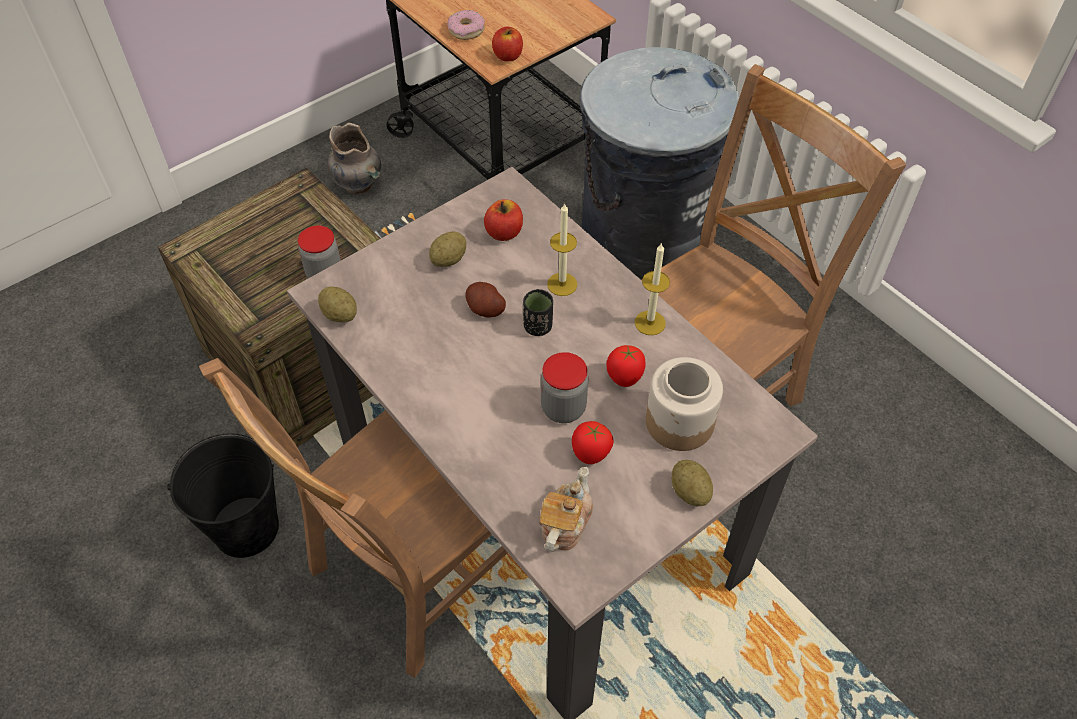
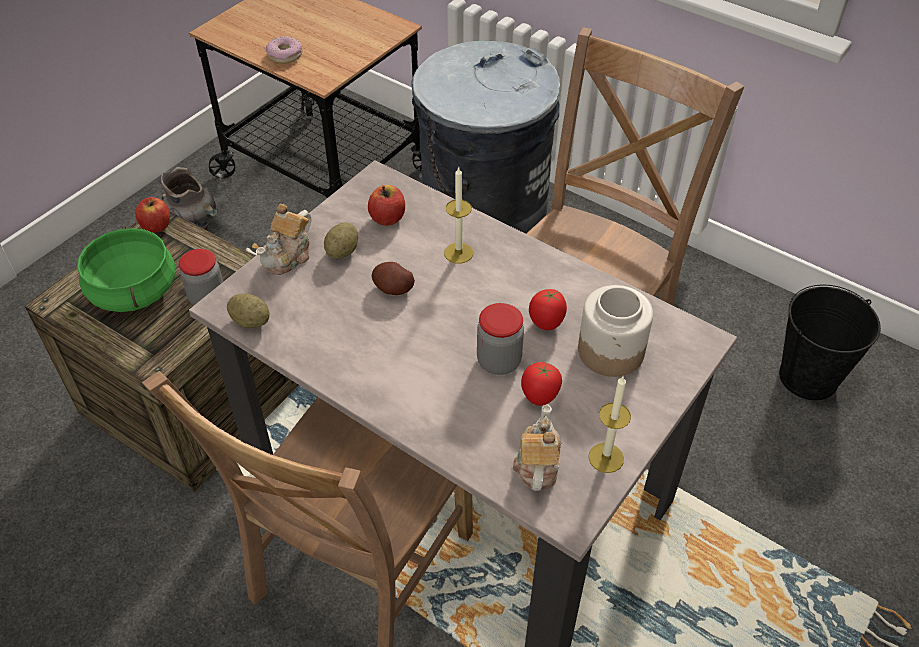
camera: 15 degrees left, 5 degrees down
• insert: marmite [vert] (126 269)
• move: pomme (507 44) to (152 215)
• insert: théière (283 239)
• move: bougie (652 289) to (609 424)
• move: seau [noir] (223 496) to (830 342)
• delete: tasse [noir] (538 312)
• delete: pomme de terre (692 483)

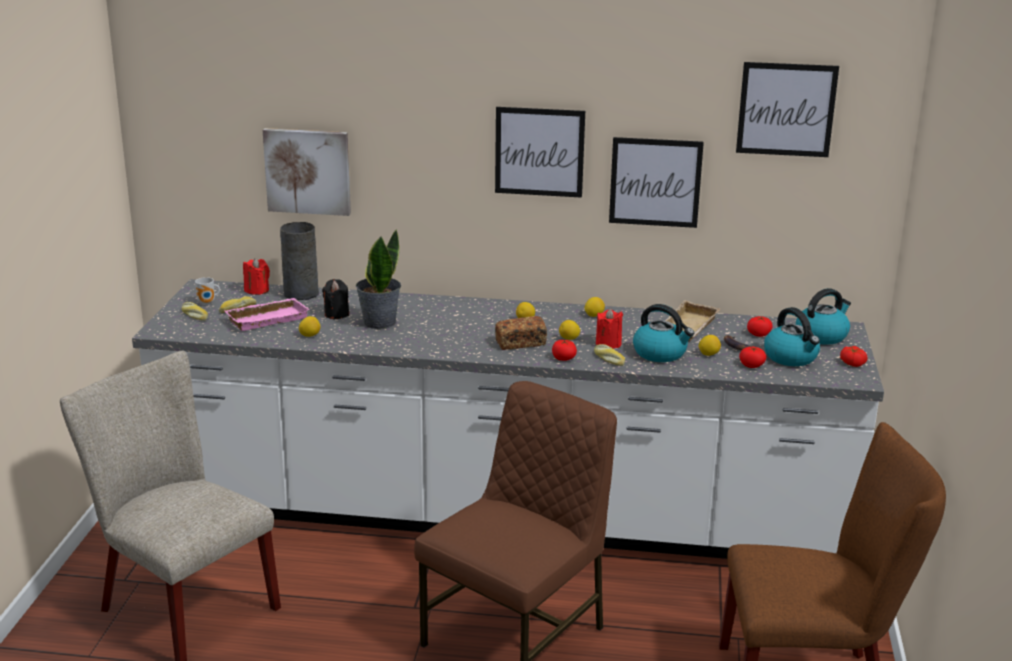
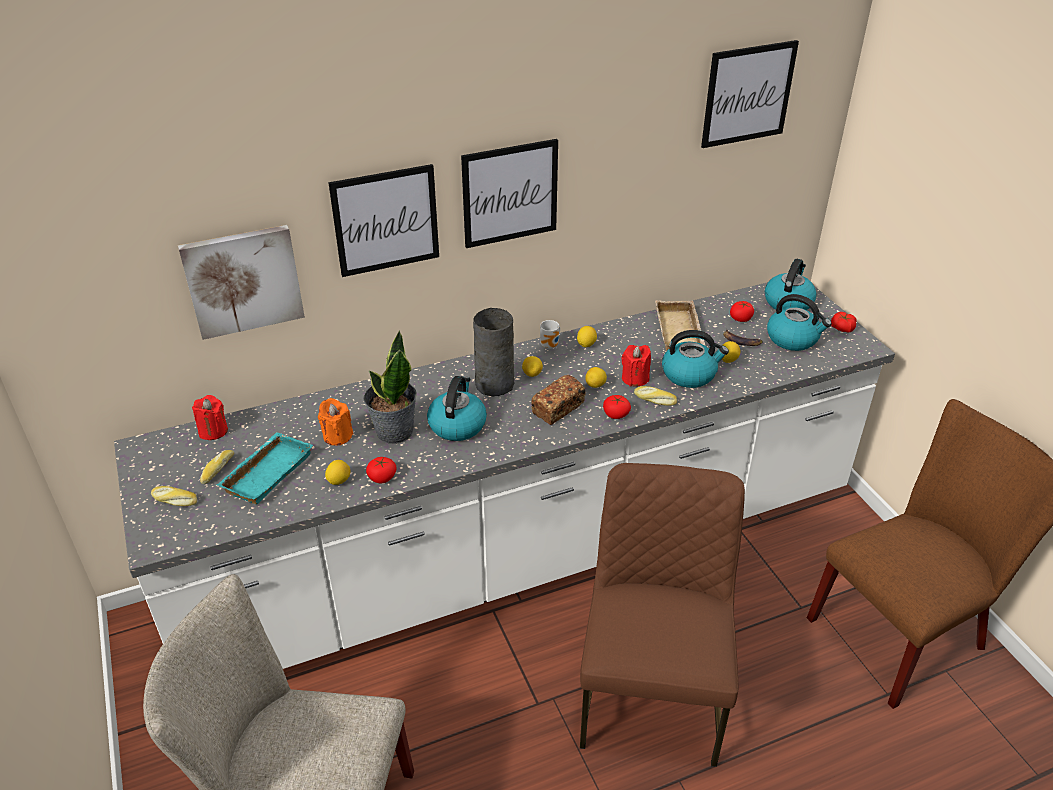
camera: 30 degrees left, 15 degrees up
• recolor: plateau [rose] (267 314) to plateau [turquoise] (265 468)
• recolor: bougie [noir] (335 299) to bougie [orange] (335 422)
• move: tableau (656 182) to (383 220)
• move: tomate (752 357) to (381 470)
• insert: bouilloire (457 408)
• move: vase [gris] (299 261) to (493 352)
• move: mug (207 291) to (550 334)

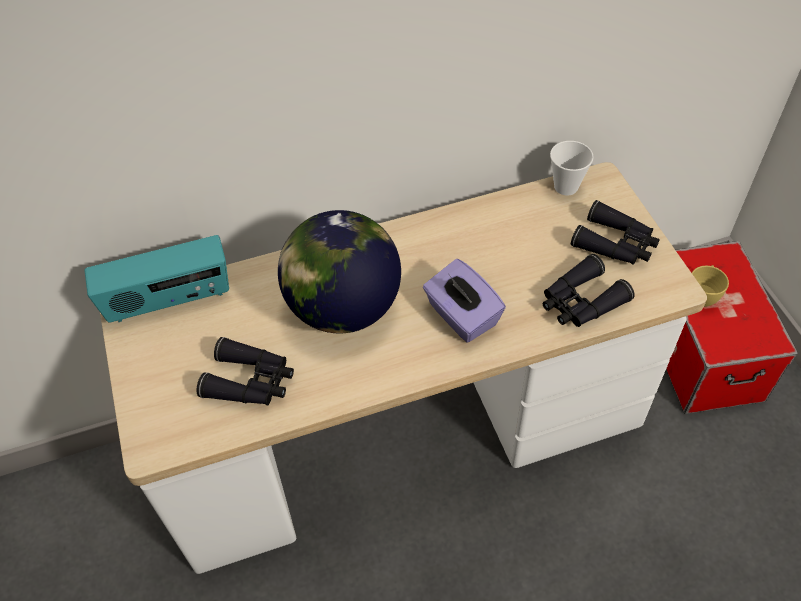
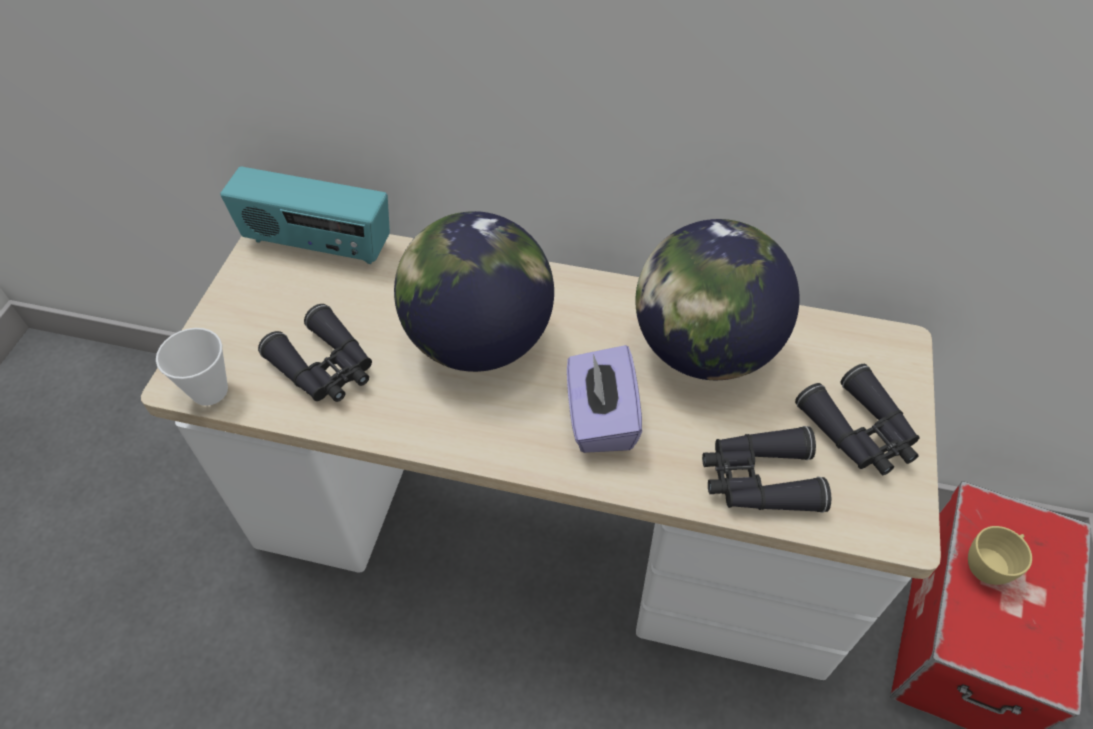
camera: 30 degrees right, 0 degrees up
• move: tasse (572 168) to (192 367)
• insert: globe (717 299)

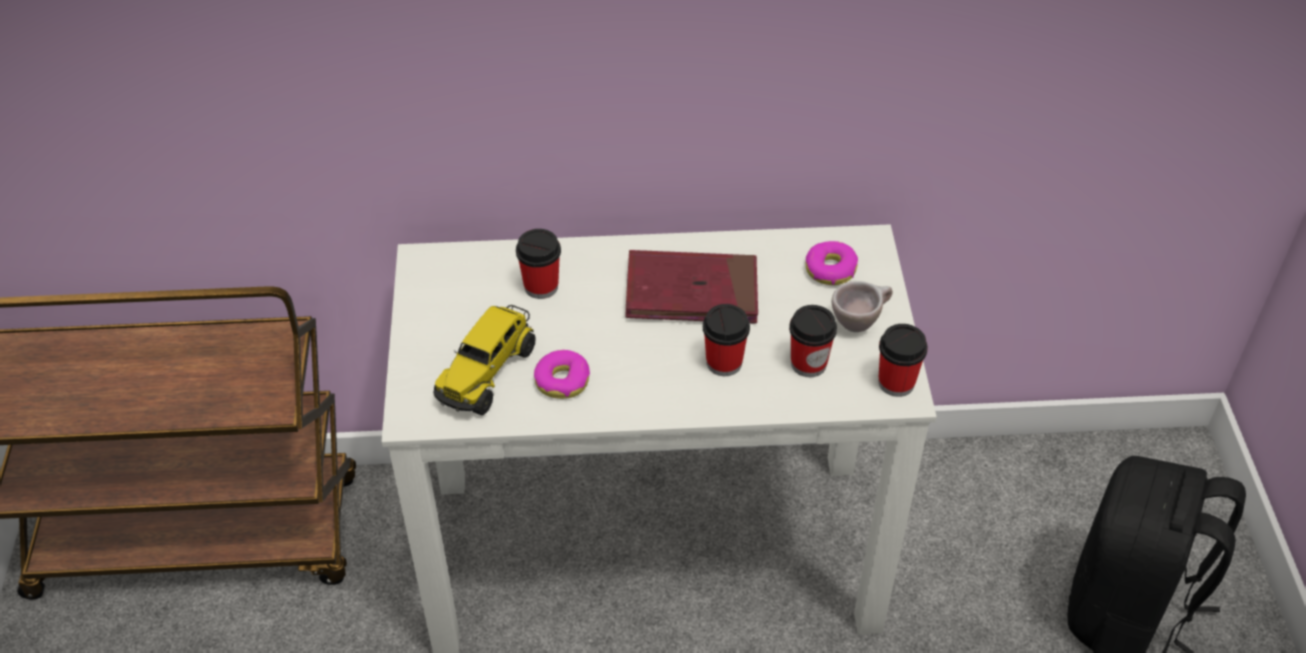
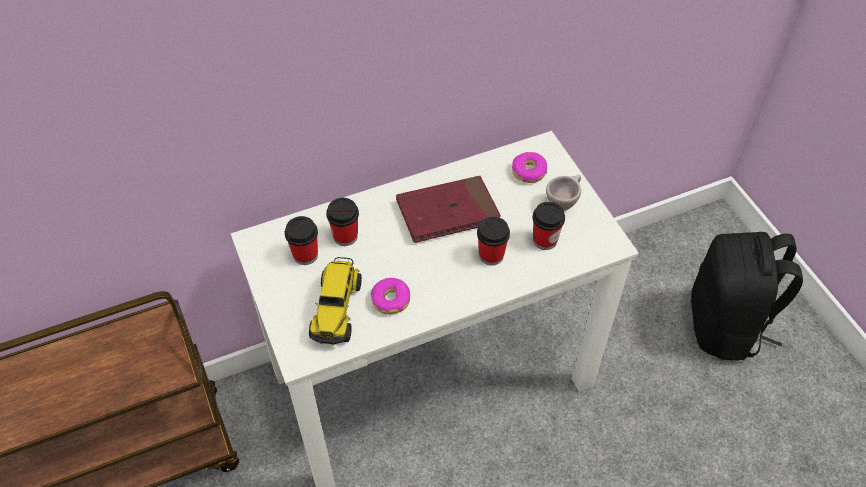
camera: 20 degrees left, 5 degrees up
• move: tasse (903 360) to (301 240)

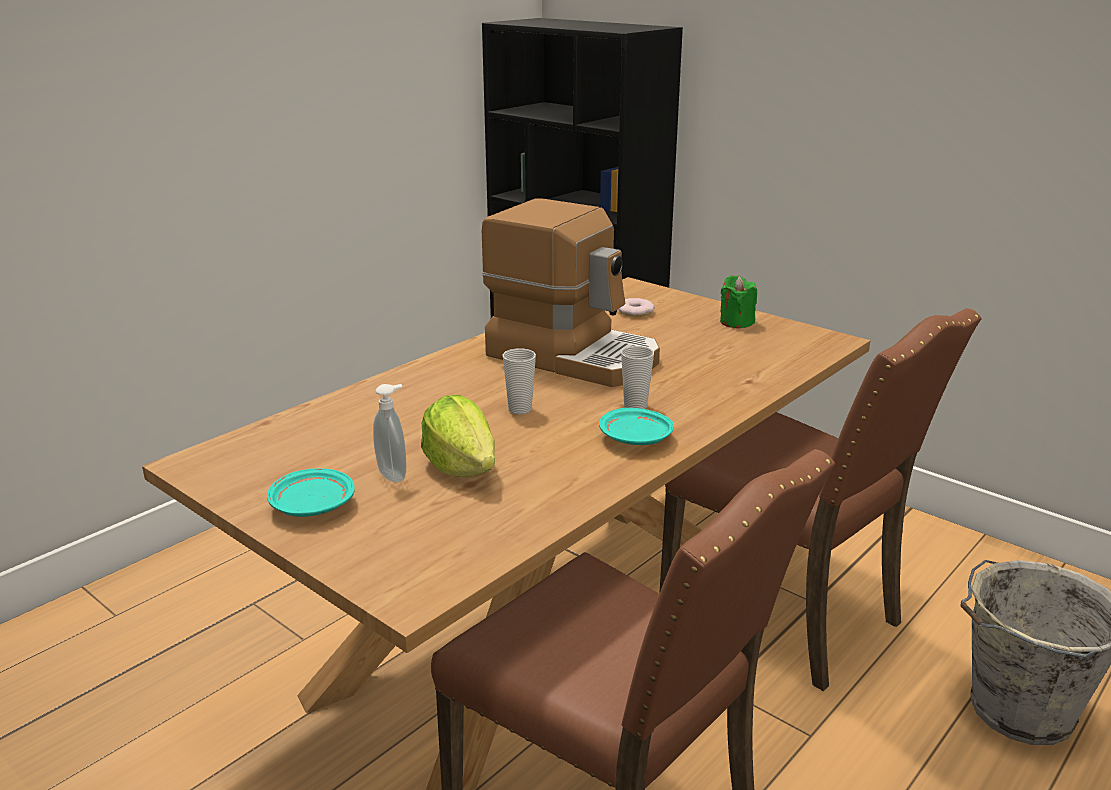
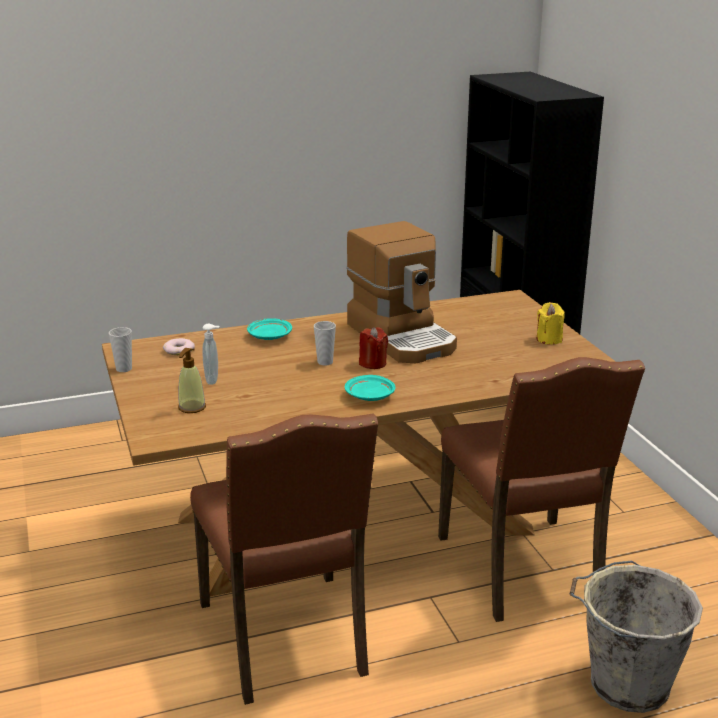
camera: 30 degrees right, 0 degrees up
• move: tasse (637 377) to (120 349)
• move: beignet (636 307) to (179 346)
• insert: distributeur de savon (192 380)
• move: assiette [turquoise] (311 492) to (269 329)
• insert: bougie [rouge] (373 348)
• recolor: bougie [vert] (738 301) to bougie [jaune] (551 323)
• delete: laitue (458 436)

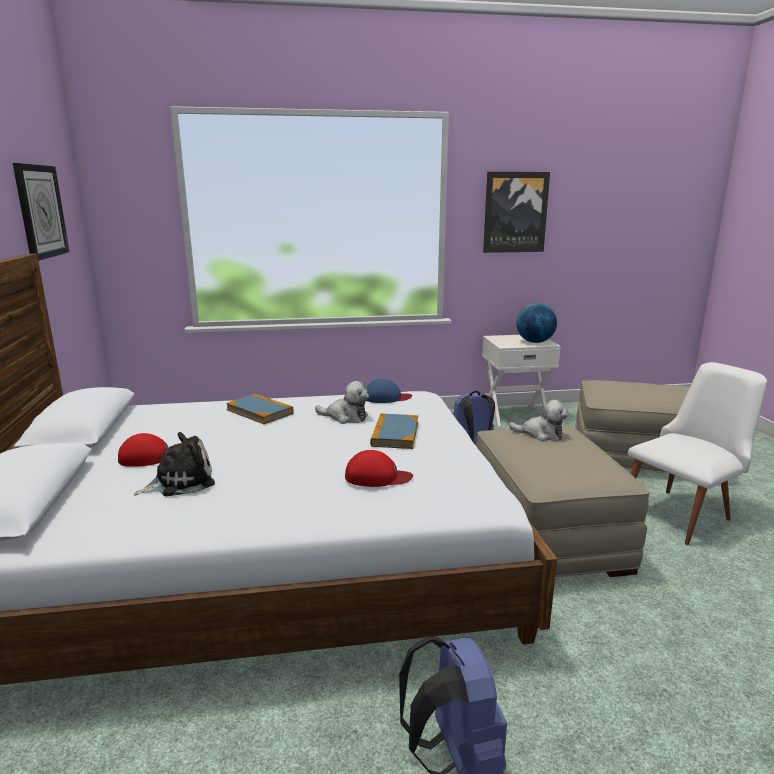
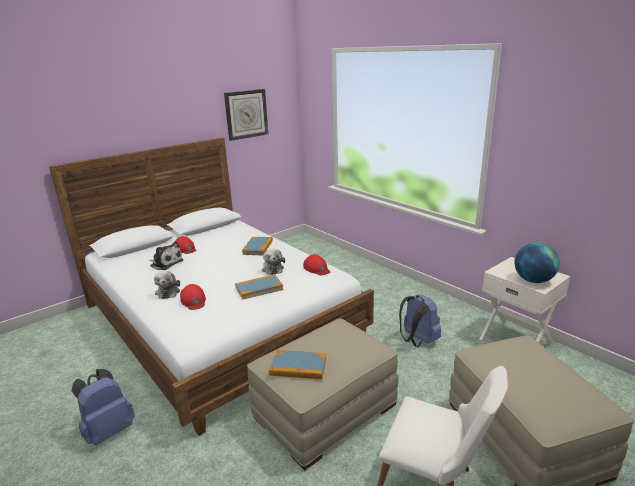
camera: 60 degrees right, 5 degrees up
• move: peluche (538 420) to (167 285)
• insert: livre (297 364)
• recolor: casquette [bleu] (389 390) to casquette [rouge] (316 264)
• delete: tableau (516 212)

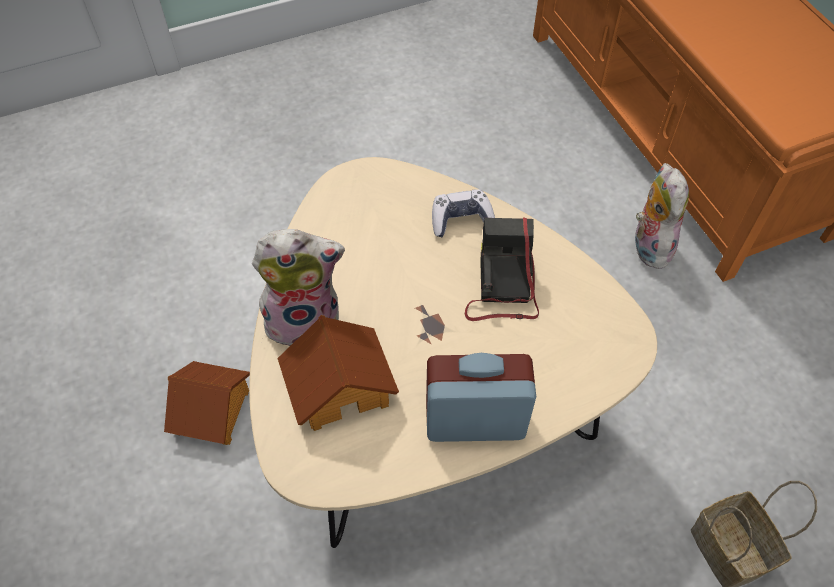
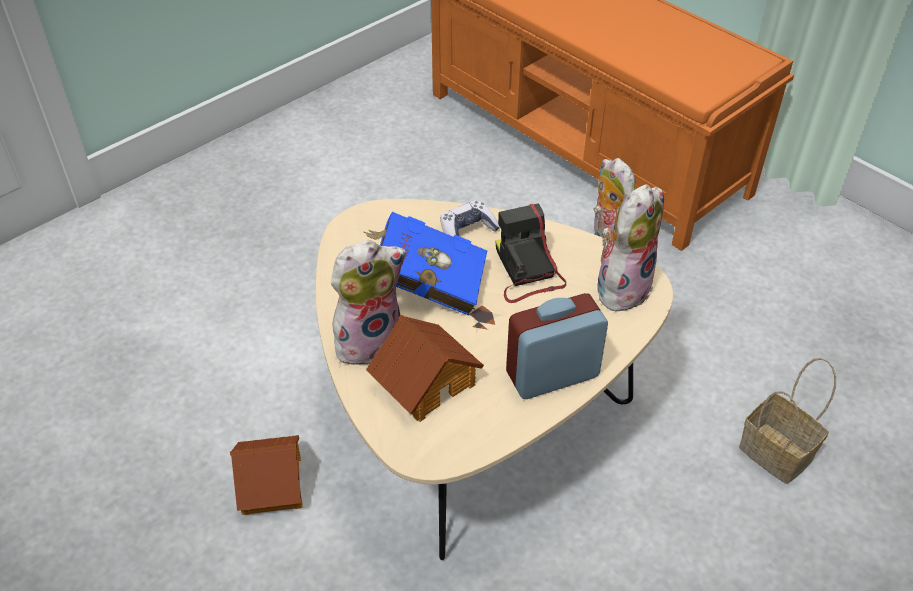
camera: 20 degrees left, 10 degrees down
• insert: livre [bleu] (425 264)
• insert: peluche (630 248)

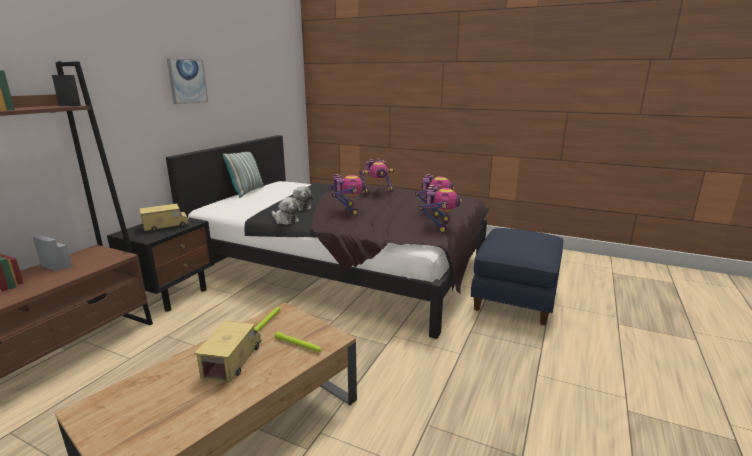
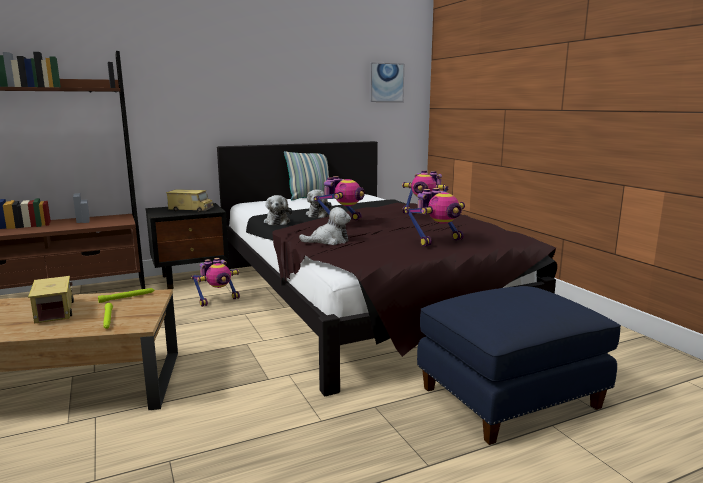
camera: 40 degrees right, 5 degrees down
• rotate: camion jouet (228 351) = (51 300) 75 degrees counterclockwise
• move: robot jouet (440 209) to (215 282)
• insert: peluche (325 226)
• move: tableau (187 81) to (387 82)

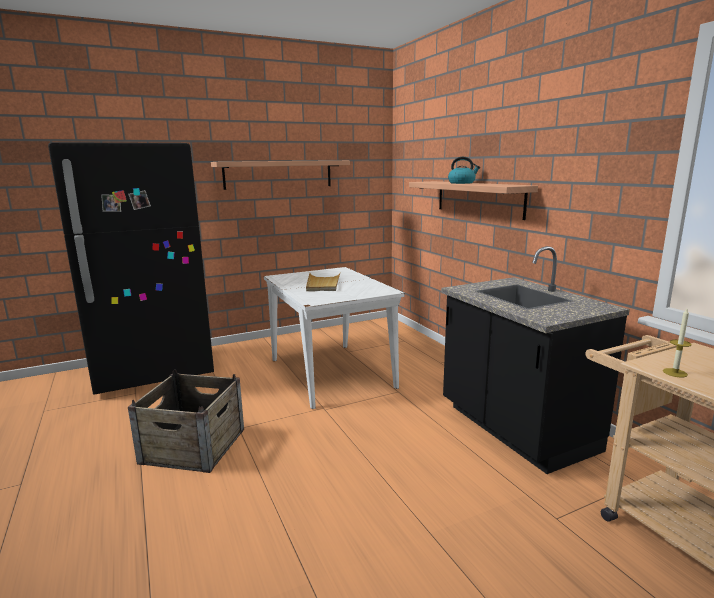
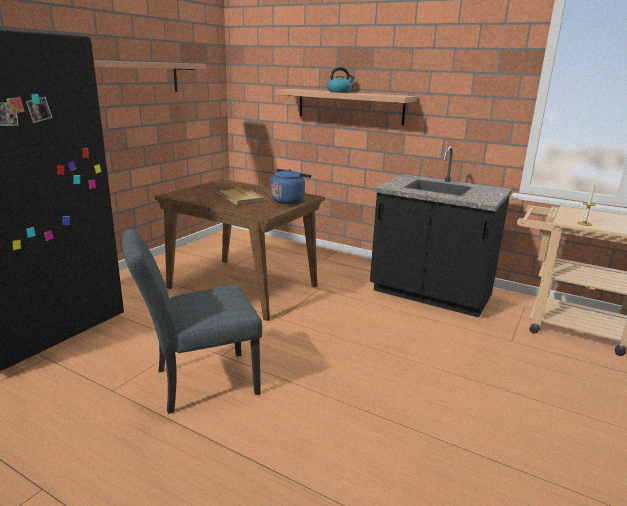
camera: 35 degrees left, 5 degrees up
• replace: caisse (186 421) to chaise [gris] (192 321)
• recolor: table à manger [blanc] (334 338) to table à manger [marron] (240 250)
• insert: bouilloire [bleu] (290 186)

